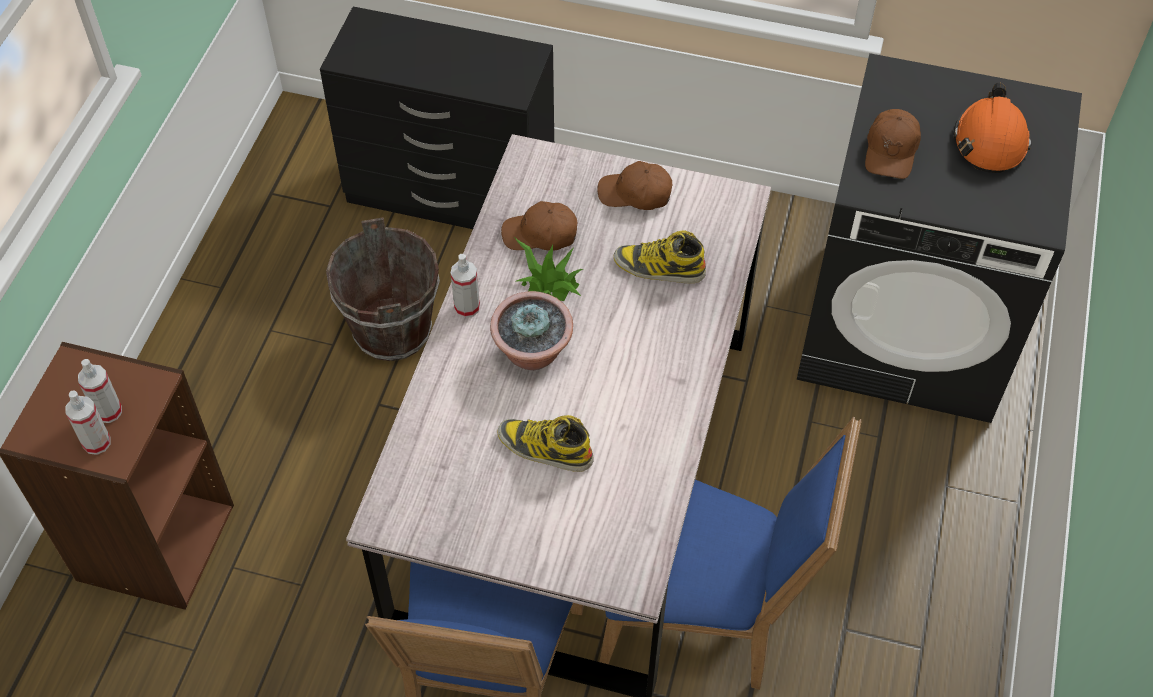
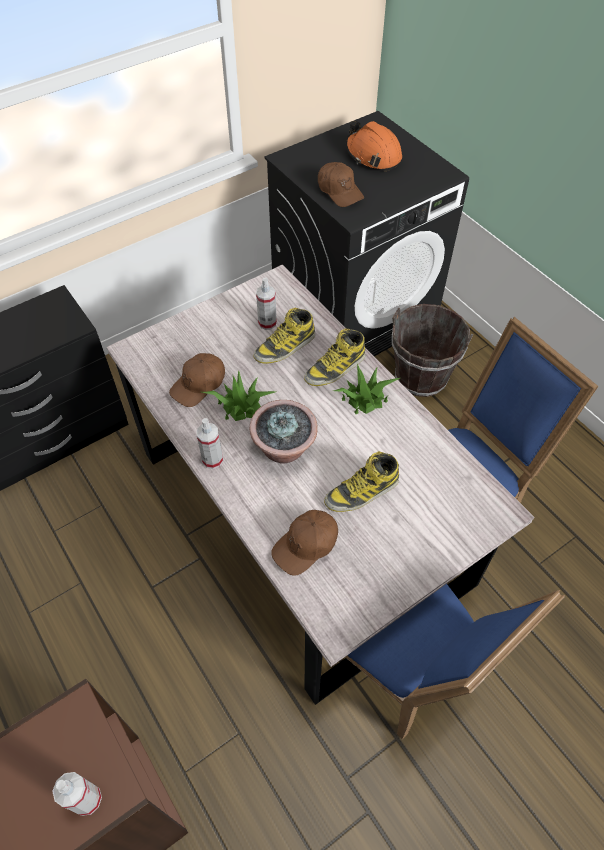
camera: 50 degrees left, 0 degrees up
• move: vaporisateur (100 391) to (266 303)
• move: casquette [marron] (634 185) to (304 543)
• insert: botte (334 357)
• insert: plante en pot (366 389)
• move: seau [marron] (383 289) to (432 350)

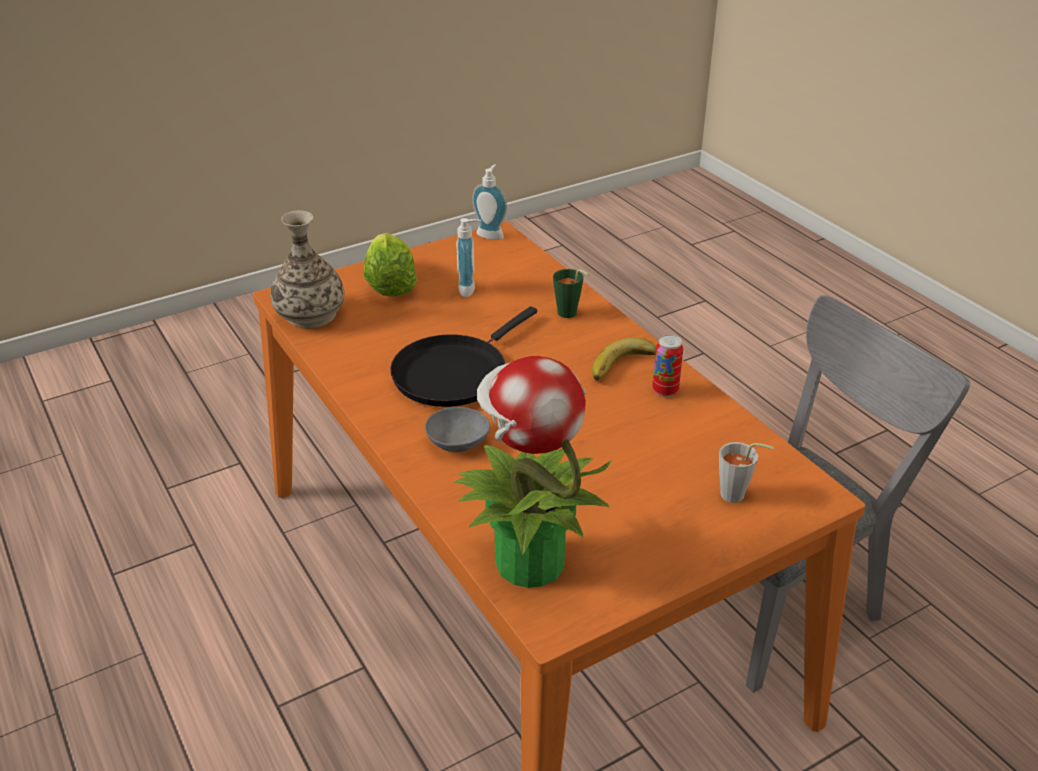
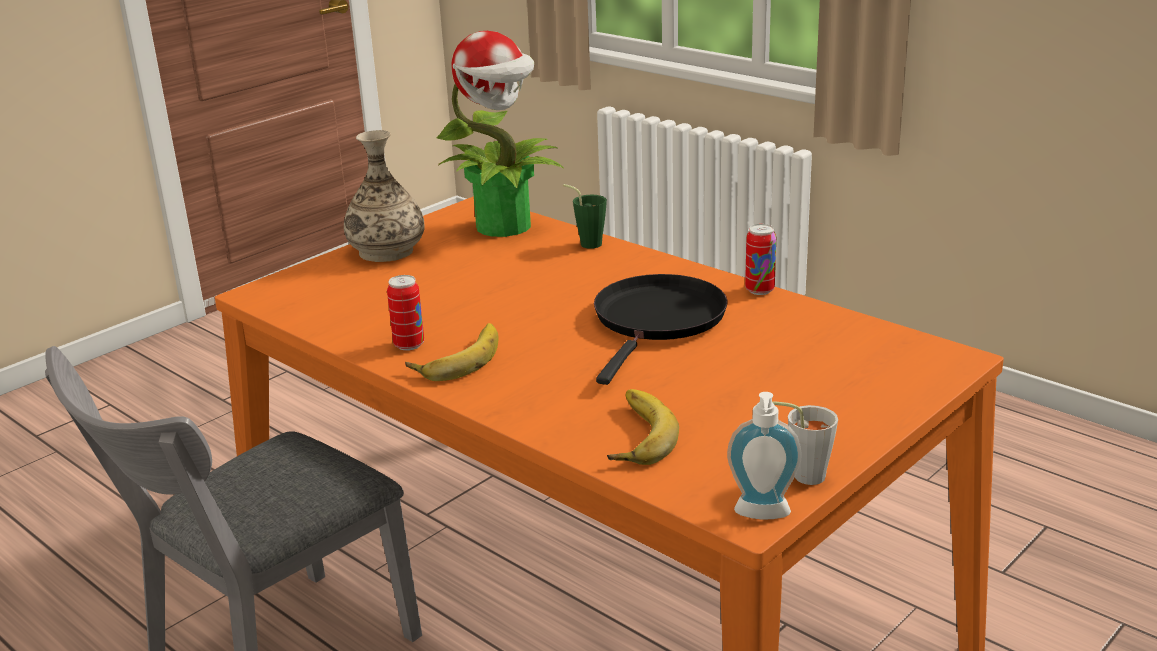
camera: 165 degrees right, 10 degrees down
• move: vase (307 269) to (384 196)
• move: tasse [vert] (571 293) to (585 216)
• insert: banane (643 427)
• insert: boîte métallique (760 259)
• move: tasse [gris] (746 472) to (805 443)
• delete: laitue (390 265)
• delete: bol [gris] (457 429)
• delete: distributeur de savon (468 257)

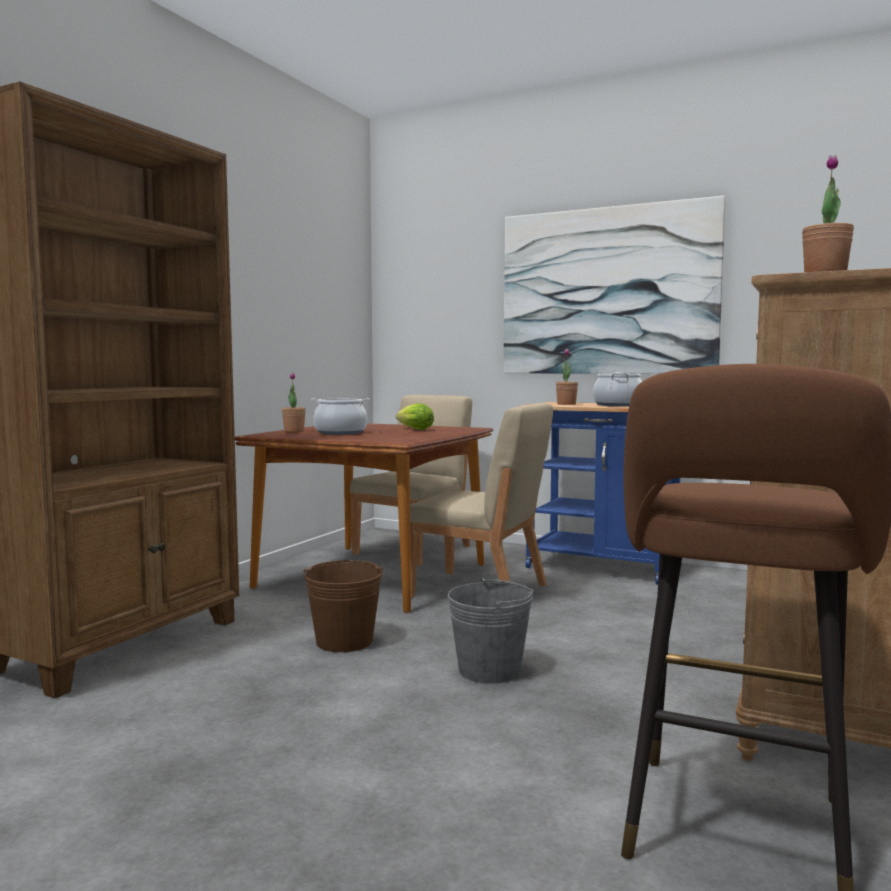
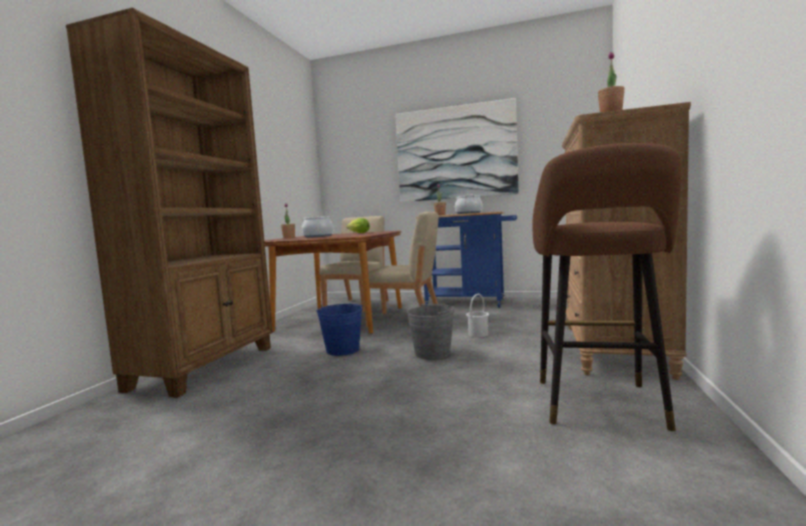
camera: 10 degrees left, 0 degrees up
• recolor: seau [marron] (343 606) to seau [bleu] (339 330)
• insert: seau [blanc] (477 315)

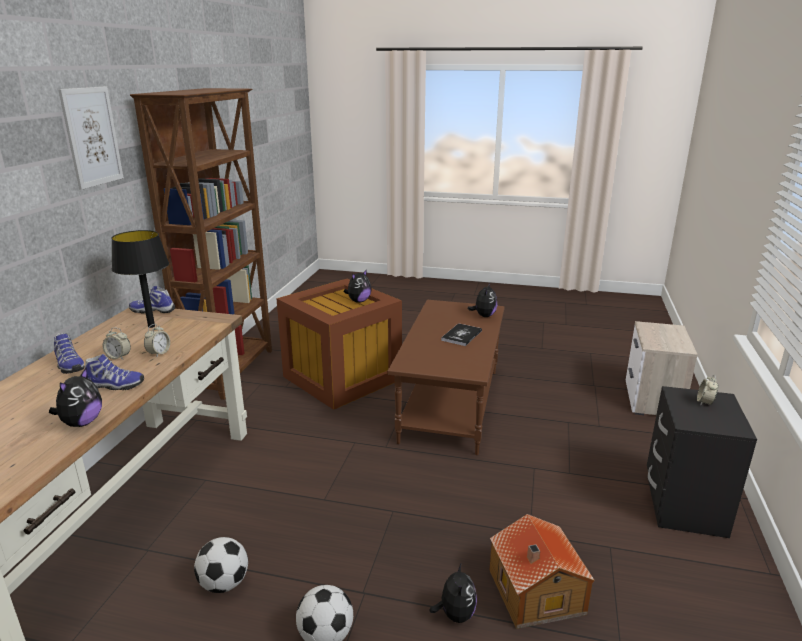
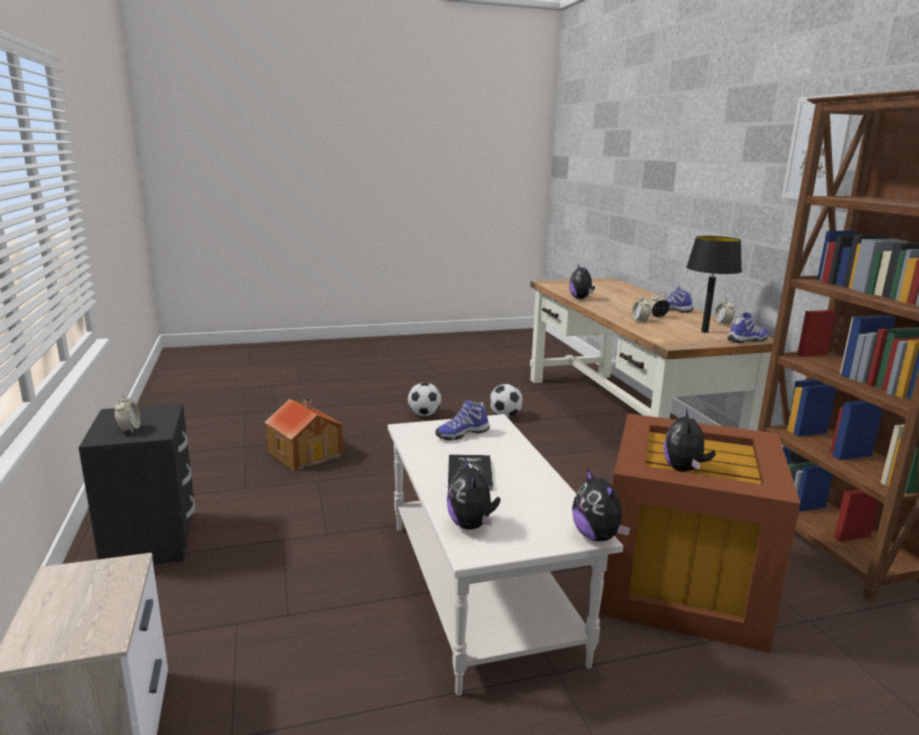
camera: 150 degrees right, 5 degrees down
• recolor: table basse [marron] (446 377) to table basse [blanc] (505 555)
• move: chaussure (114 372) to (462 420)
• move: peluche (453 592) to (601 505)
• insert: réveil (724 311)

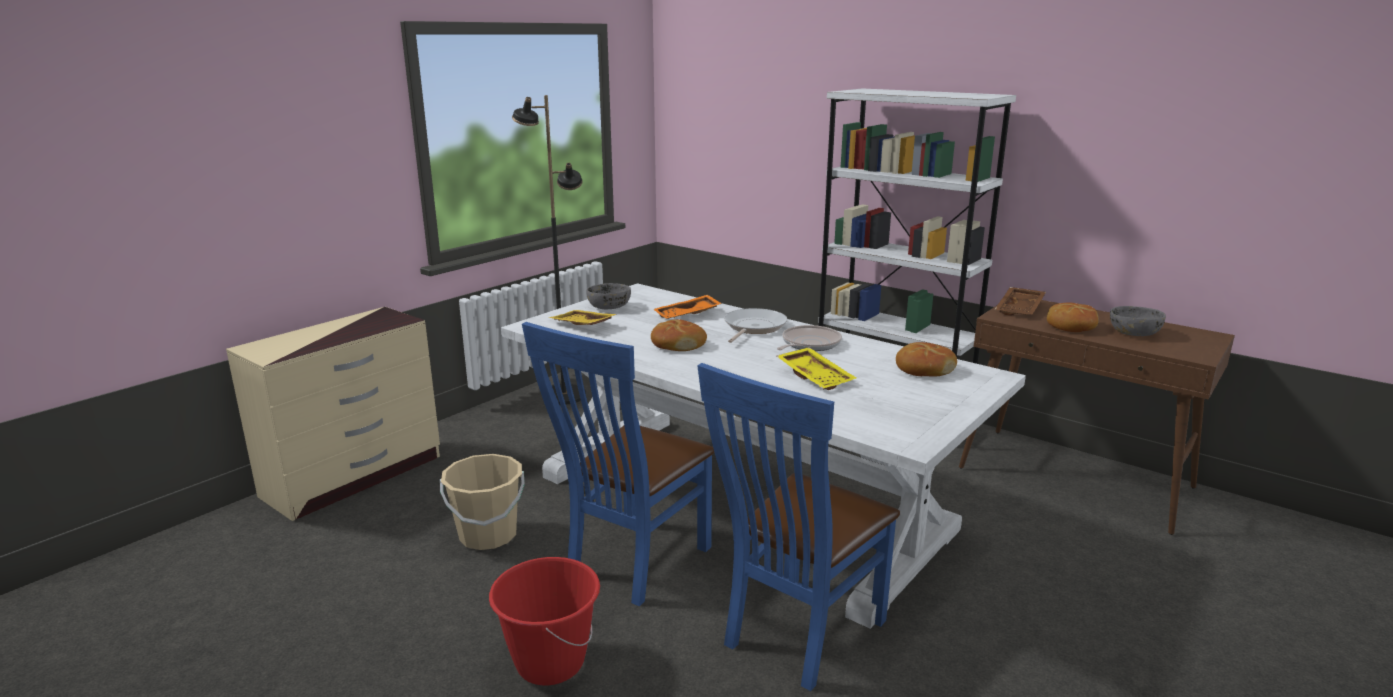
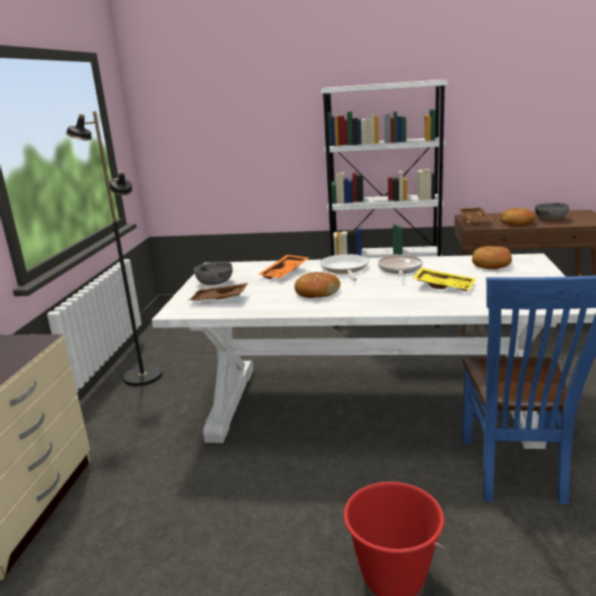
camera: 30 degrees left, 0 degrees up
• recolor: plateau [jaune] (582 317) to plateau [marron] (218 292)
• delete: seau [beige] (482 502)
• delete: chaise [bleu] (618 464)

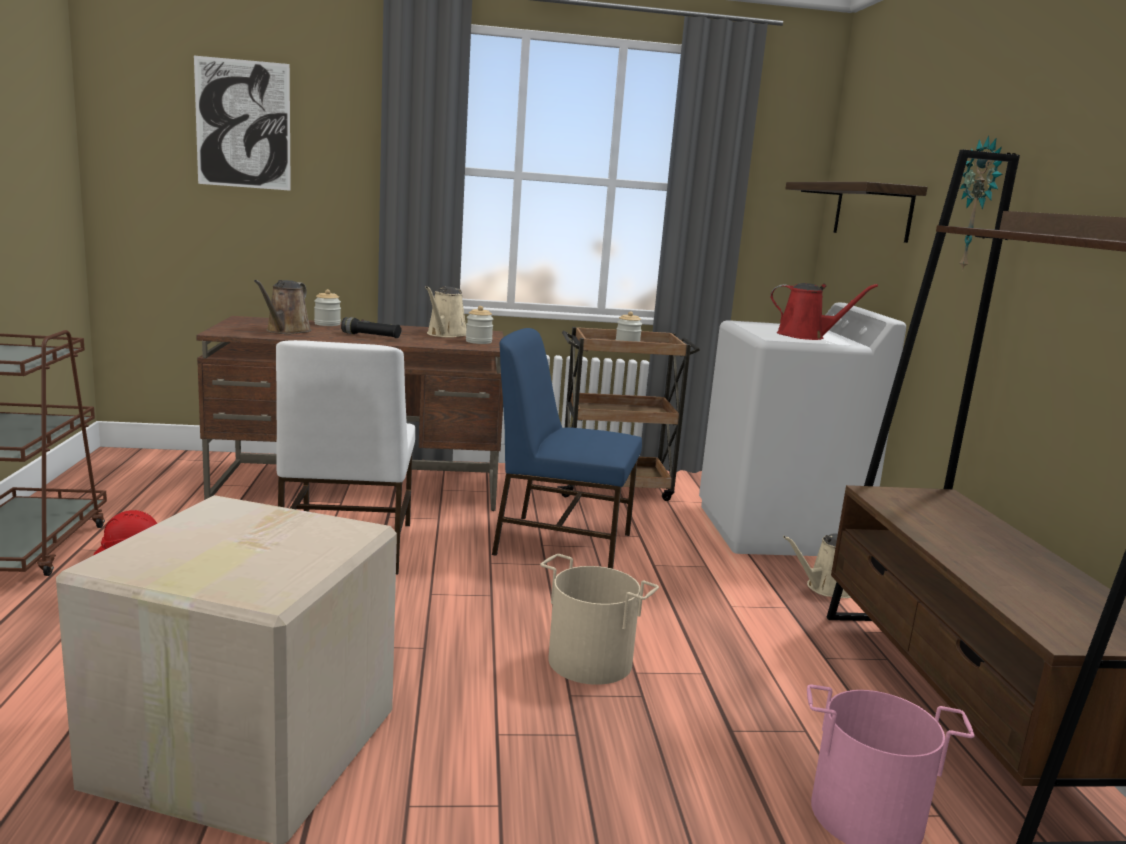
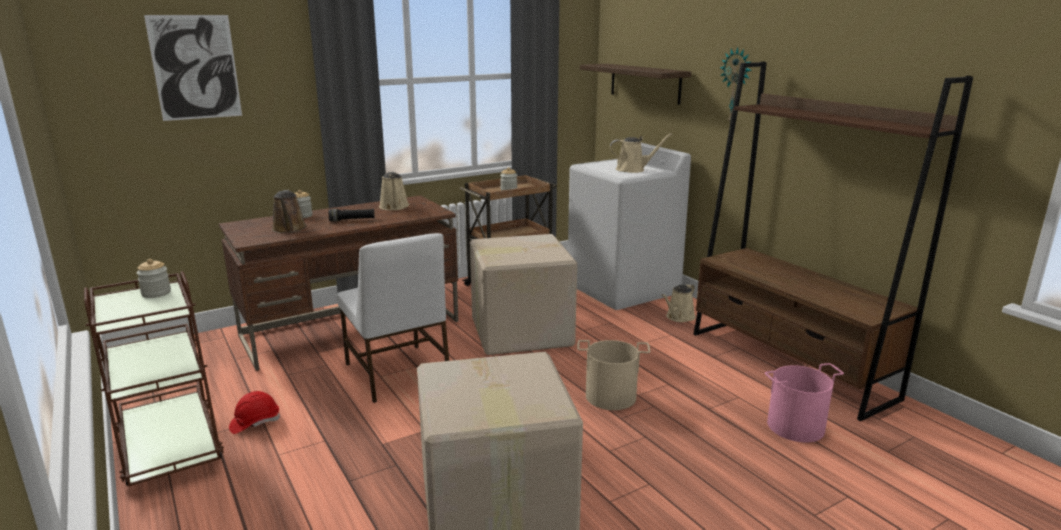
camera: 25 degrees left, 5 degrees up
• move: bocal (479 325) to (154 278)
• replace: chaise [bleu] (567 448) to carton (523 294)
• recolor: arrosoir [rouge] (824 311) to arrosoir [beige] (641 153)

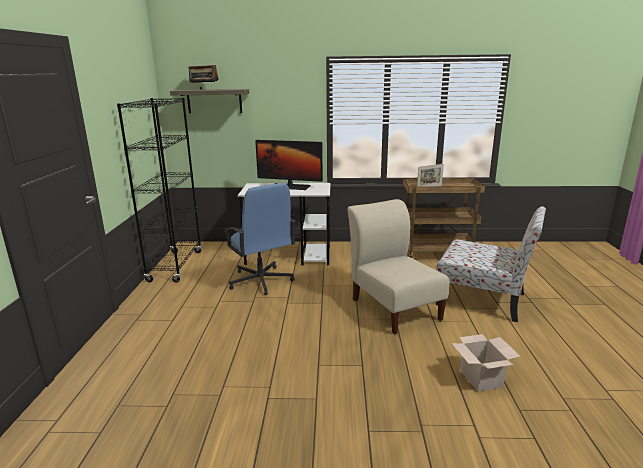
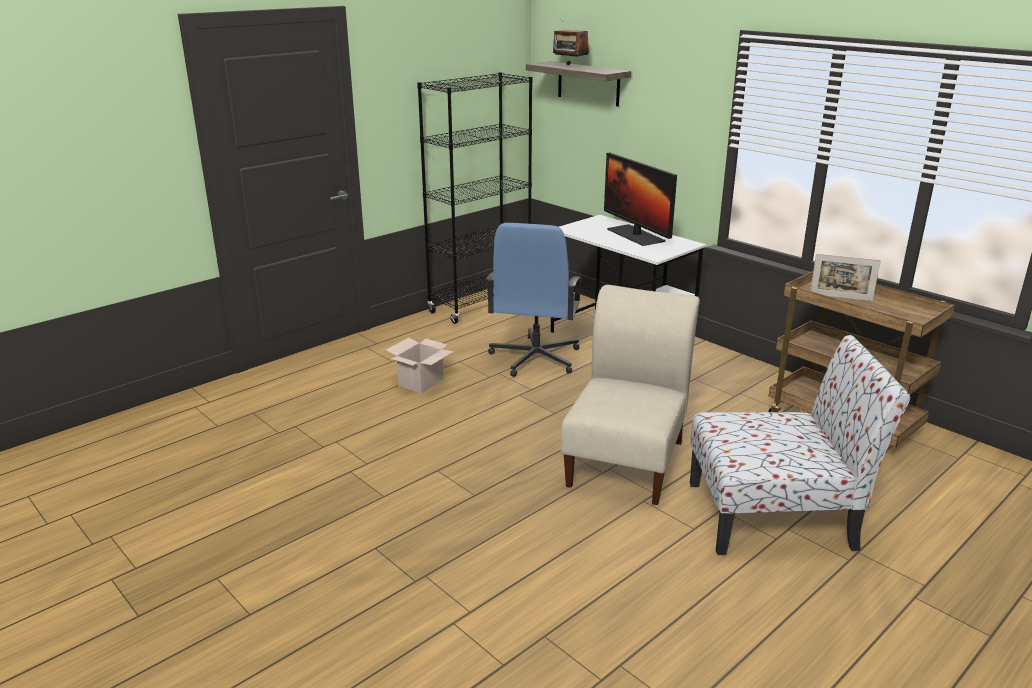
camera: 45 degrees right, 5 degrees up
• move: carton (486 363) to (420 366)
• rotate: chaise (491 264) = (800 445) 75 degrees counterclockwise

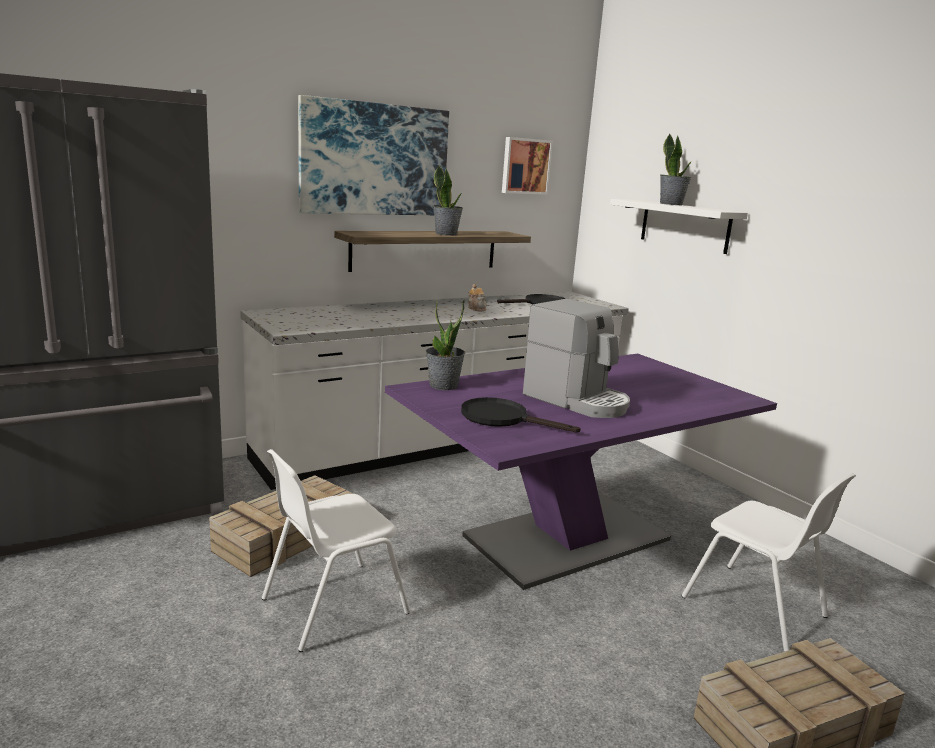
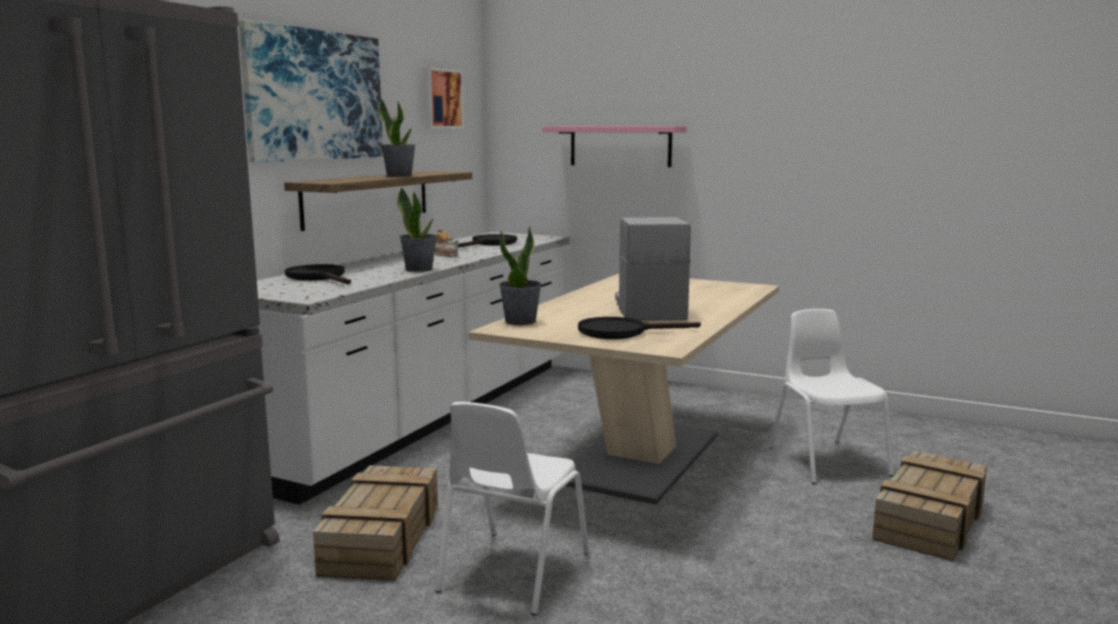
camera: 30 degrees left, 5 degrees down
• insert: poêle [noir] (318 274)
• move: plante en pot (676 169) to (417 229)
• recolor: table à manger [violet] (581 472) to table à manger [beige] (624 389)
• recolor: étagère [blanc] (679 226) to étagère [rose] (614 146)
• rotate: machine à café (576 358) = (653 269) 105 degrees counterclockwise
• rotate: chaise [blanc] (769 562) = (831 396) 120 degrees counterclockwise

